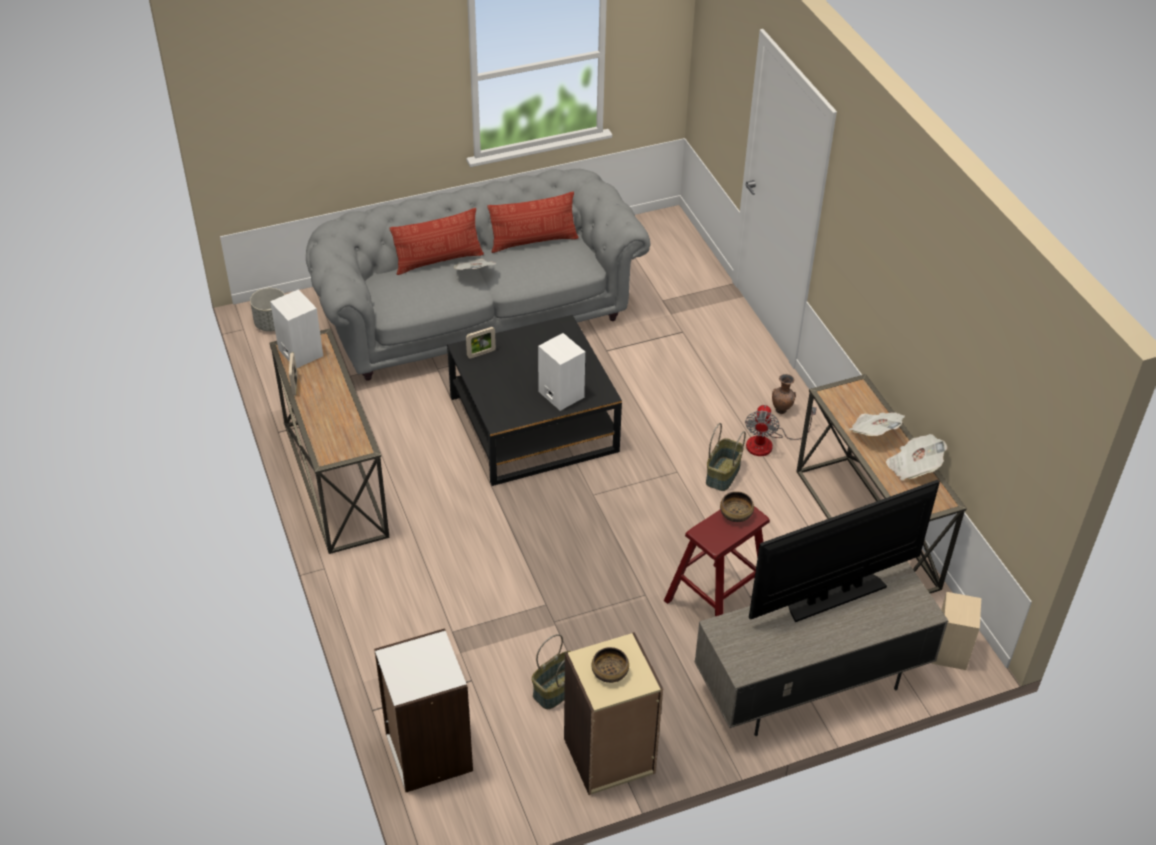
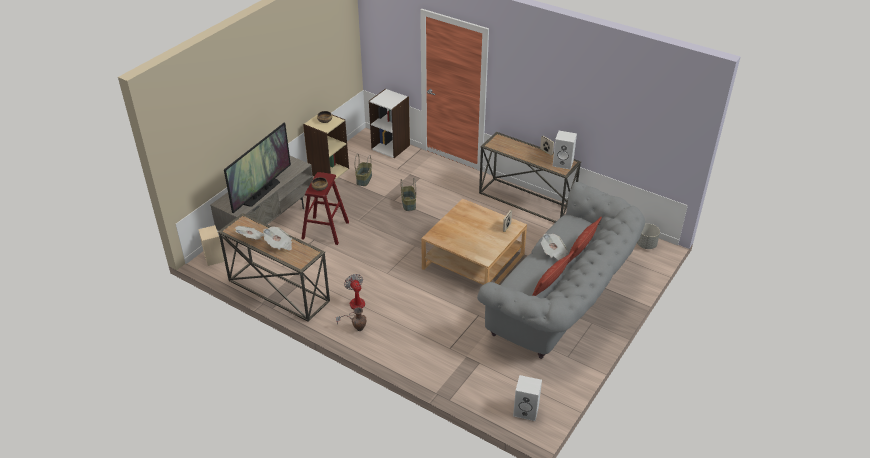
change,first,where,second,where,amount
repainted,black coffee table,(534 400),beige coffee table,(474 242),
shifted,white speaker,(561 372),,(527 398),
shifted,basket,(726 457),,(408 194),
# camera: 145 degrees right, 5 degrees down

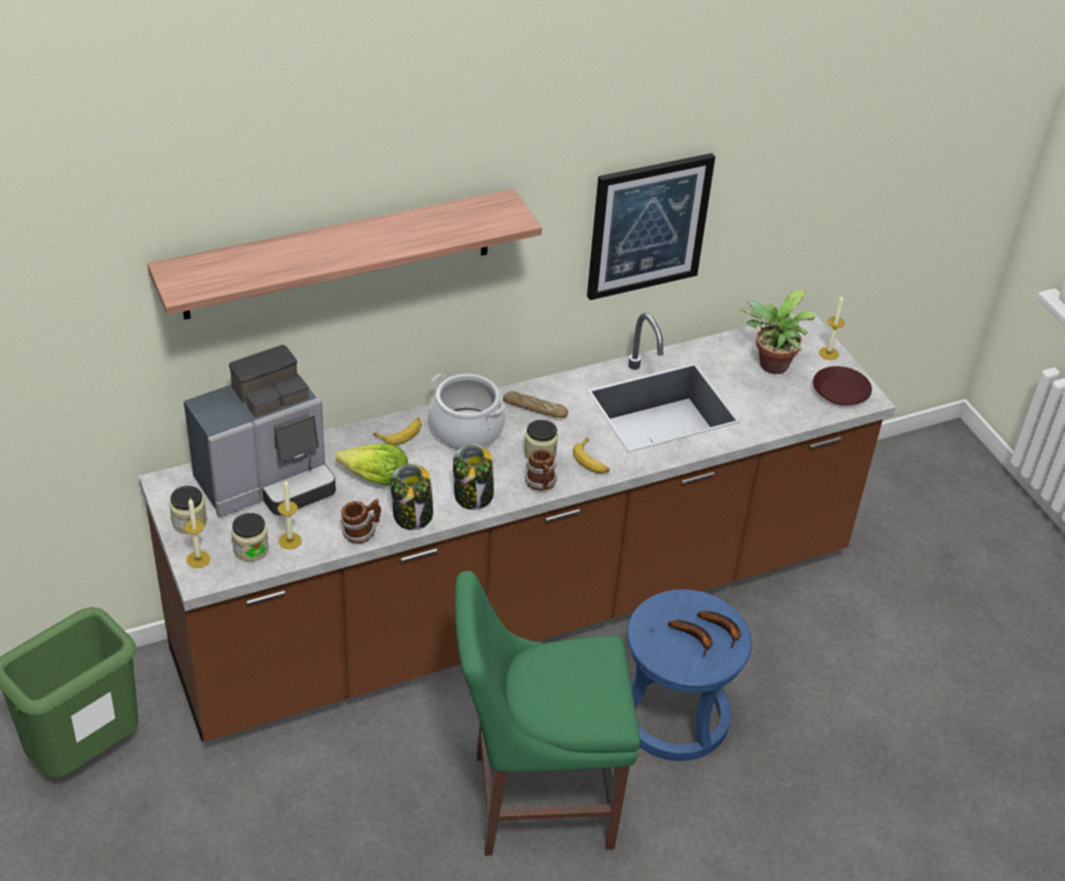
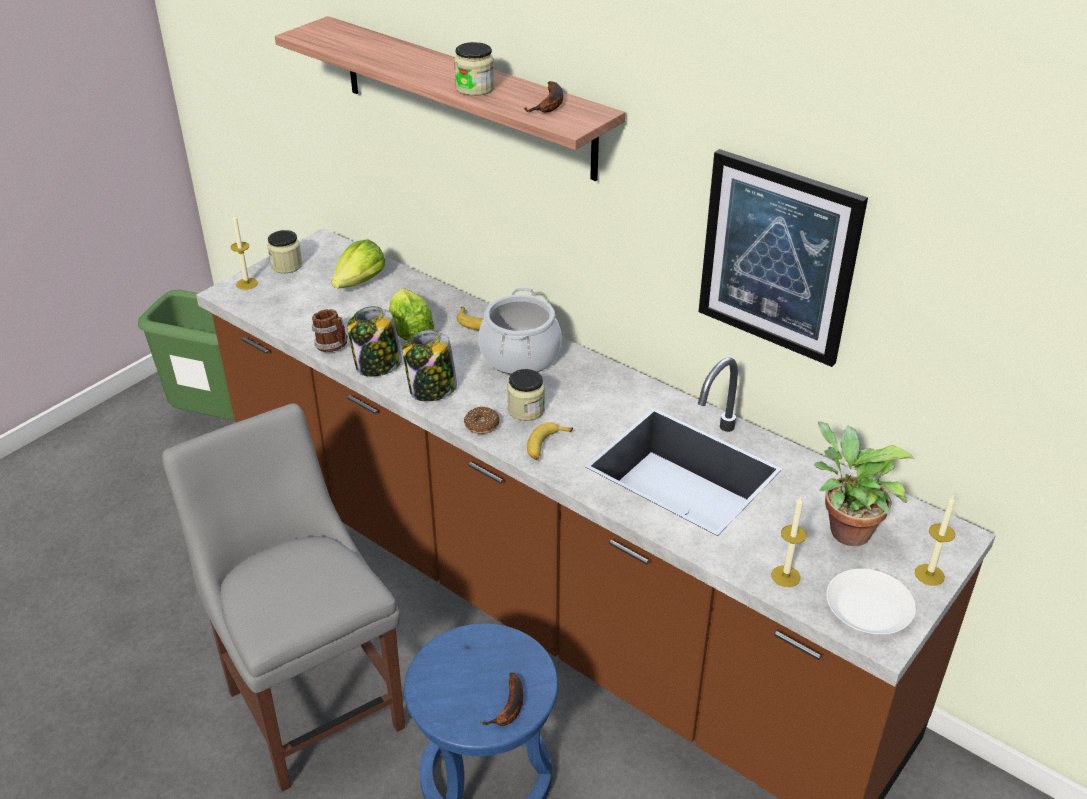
change,first,where,second,where,amount
swapped,coffee machine,(260 431),lettuce,(358 263),
shifted,jar,(250 537),,(474 69),
shifted,candle,(290 514),,(789 542),
repainted,green chair,(547 713),grey chair,(283 597),
gone,bread,(535 404),,,
swapped,mug,(540 470),donut,(481 420),
shifted,banana,(690 638),,(543 96),
repainted,brown plate,(842 386),white plate,(871 601),
# camera: 65 degrees right, 5 degrees down

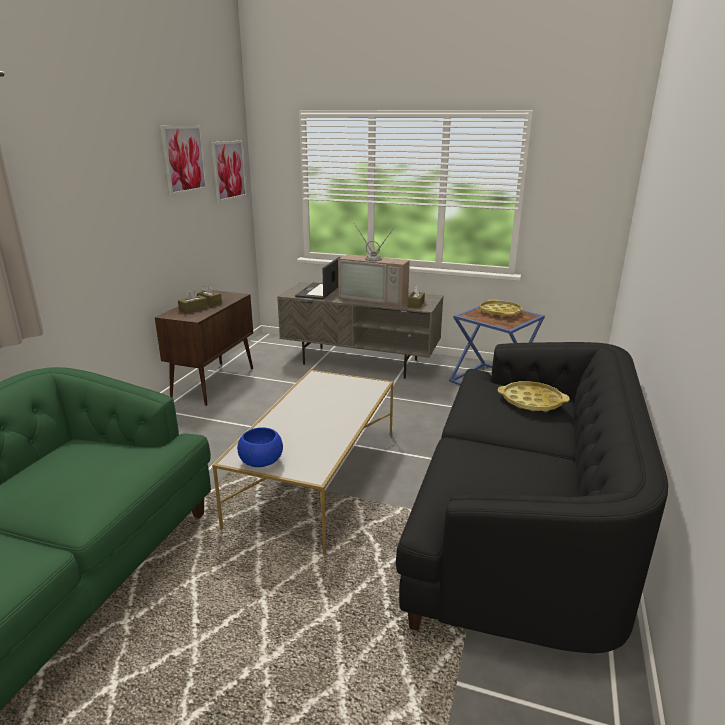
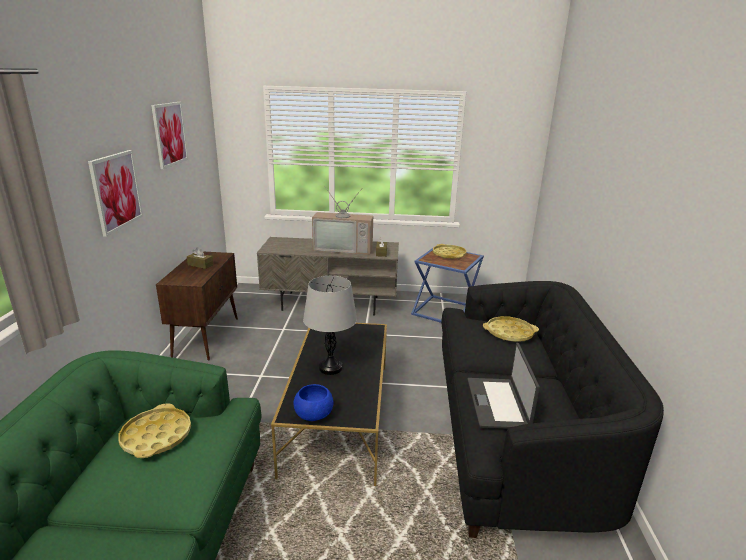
change,first,where,second,where,amount
gone,brown tissue box,(193 301),,,
shifted,picture,(229 171),,(115 193),
repainted,white coffee table,(303 462),black coffee table,(329 404),
shifted,laptop,(318 278),,(504 386),
new,,,yellow tray,(154 431),
new,,,grey table lamp,(330 325),
# camera: 15 degrees left, 0 degrees up

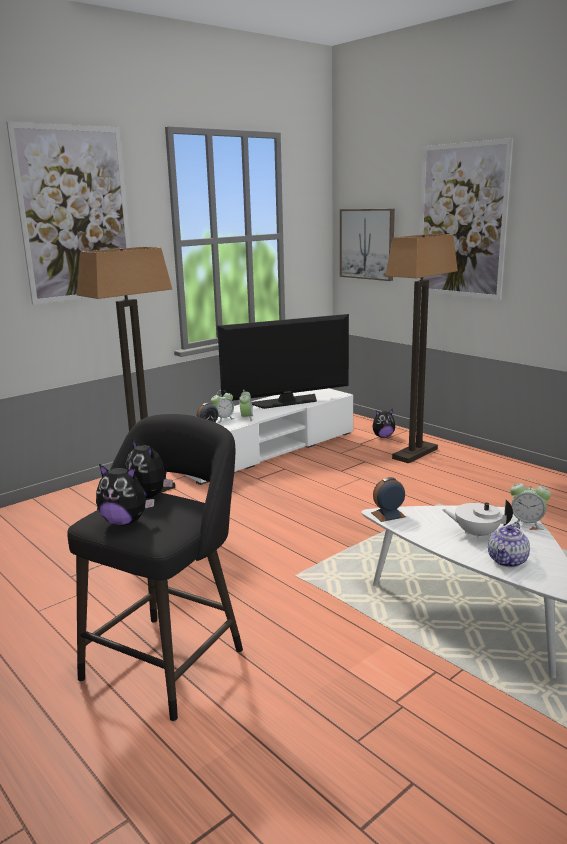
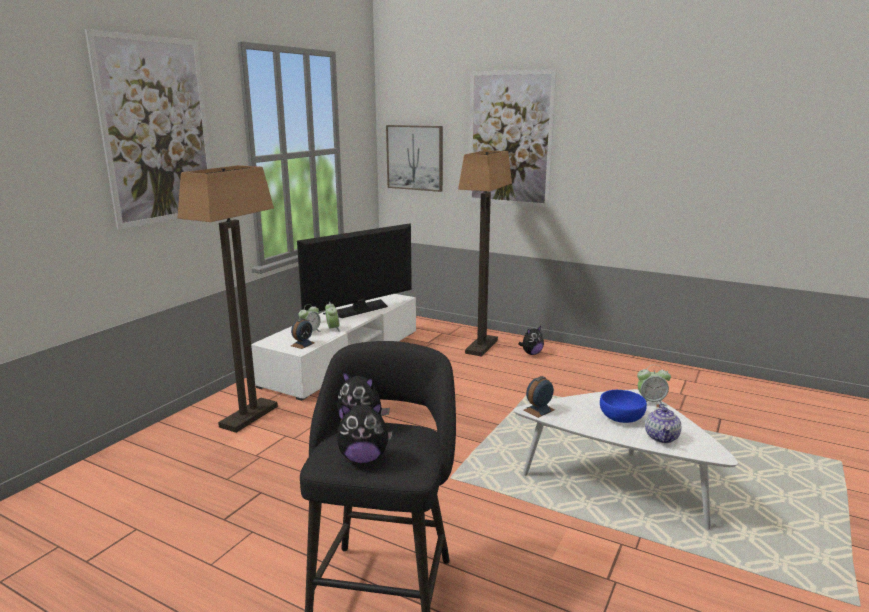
change,first,where,second,where,amount
shifted,plush toy,(383 423),,(531 340),
swapped,white teapot,(477 519),blue bowl,(623 406),
# camera: 20 degrees left, 0 degrees up

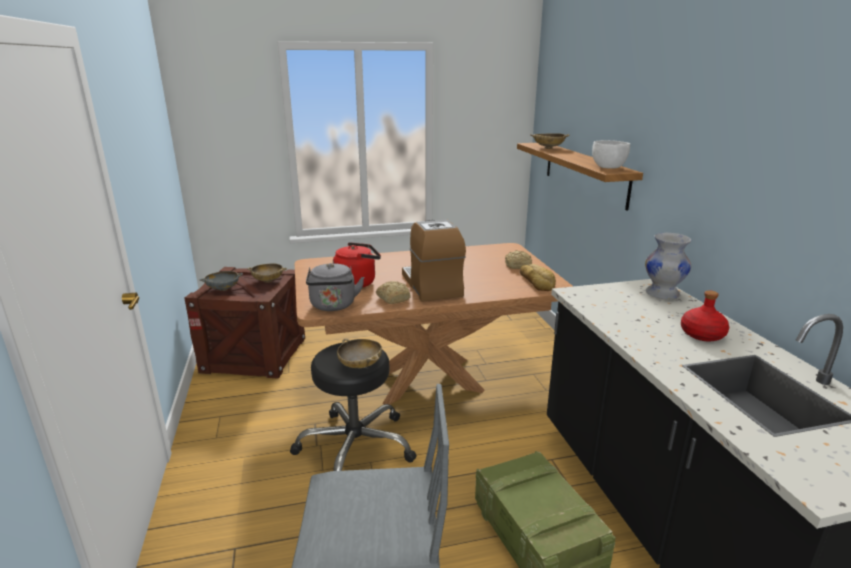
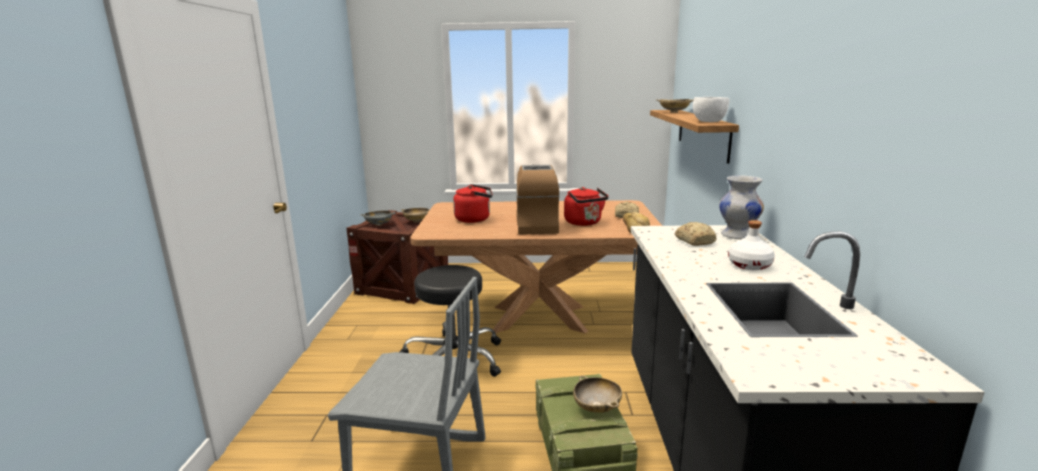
change,first,where,second,where,amount
gone,grey kettle,(335 287),,,
shifted,beige bowl,(359 353),,(597 394),
shifted,bread,(393 292),,(695 234),
repainted,red bottle,(705 316),white bottle,(751 245),
new,,,red kettle,(586 206),
# camera: 15 degrees right, 5 degrees down

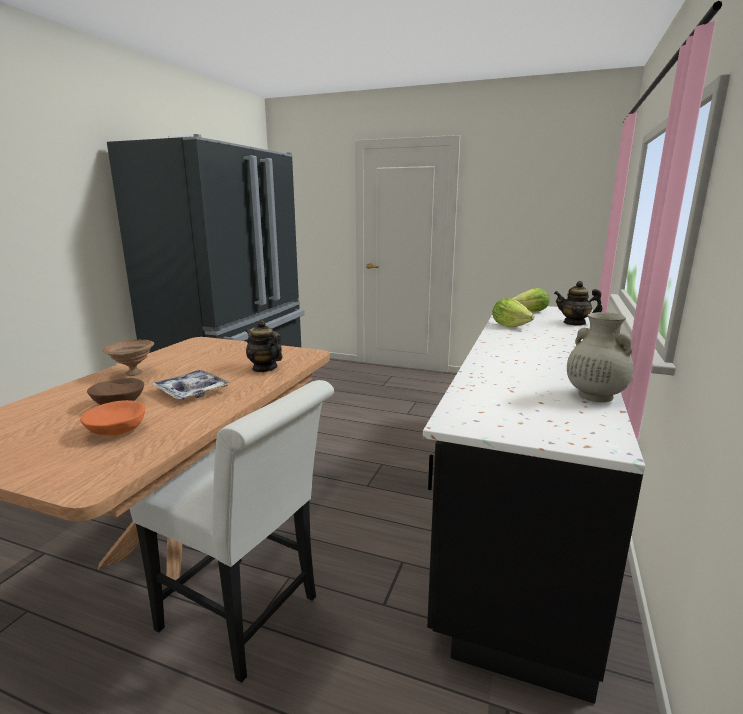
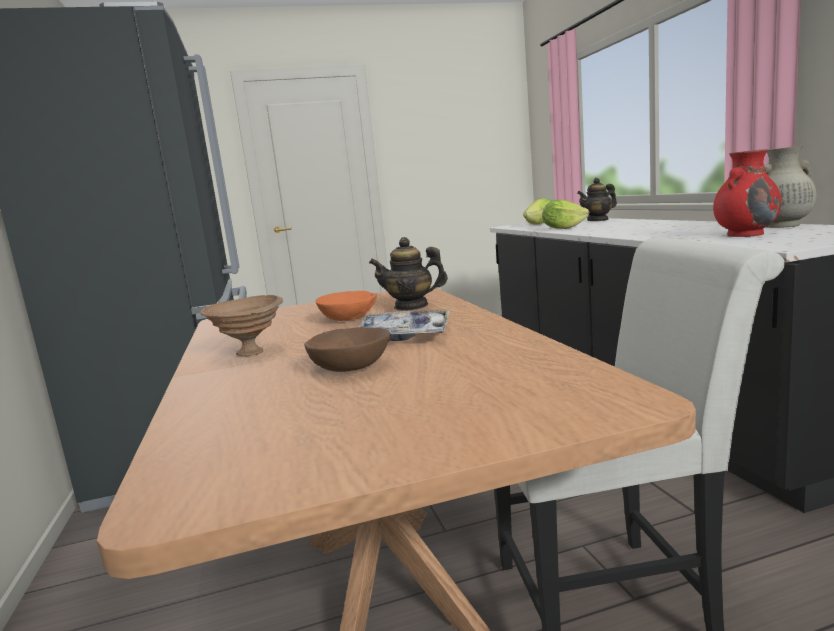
change,first,where,second,where,amount
shifted,orange bowl,(112 418),,(346 306),
new,,,red vase,(747 193),
# camera: 35 degrees left, 5 degrees down

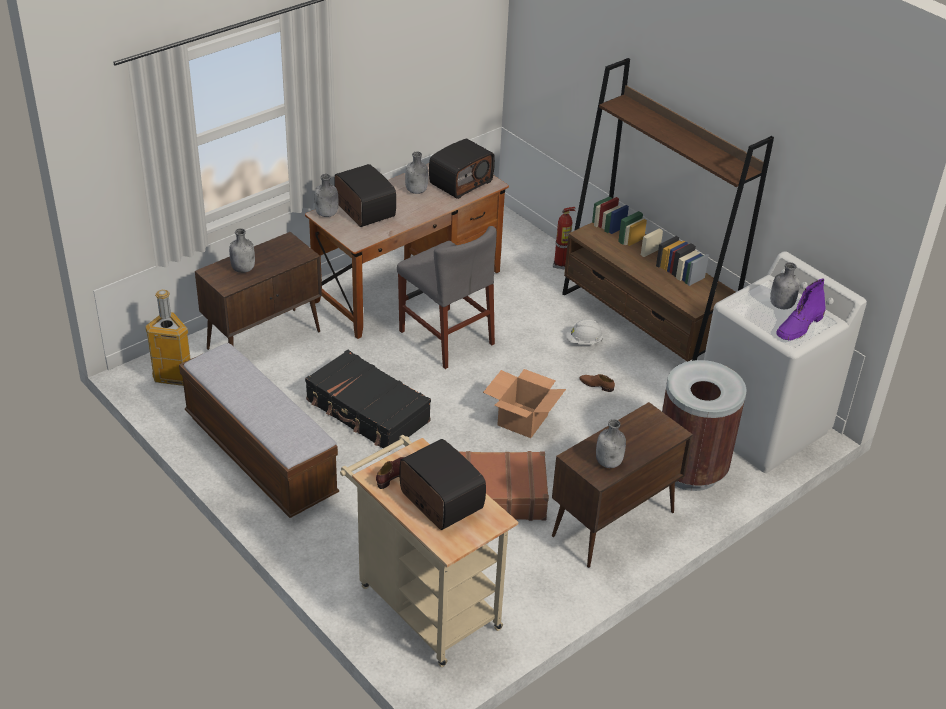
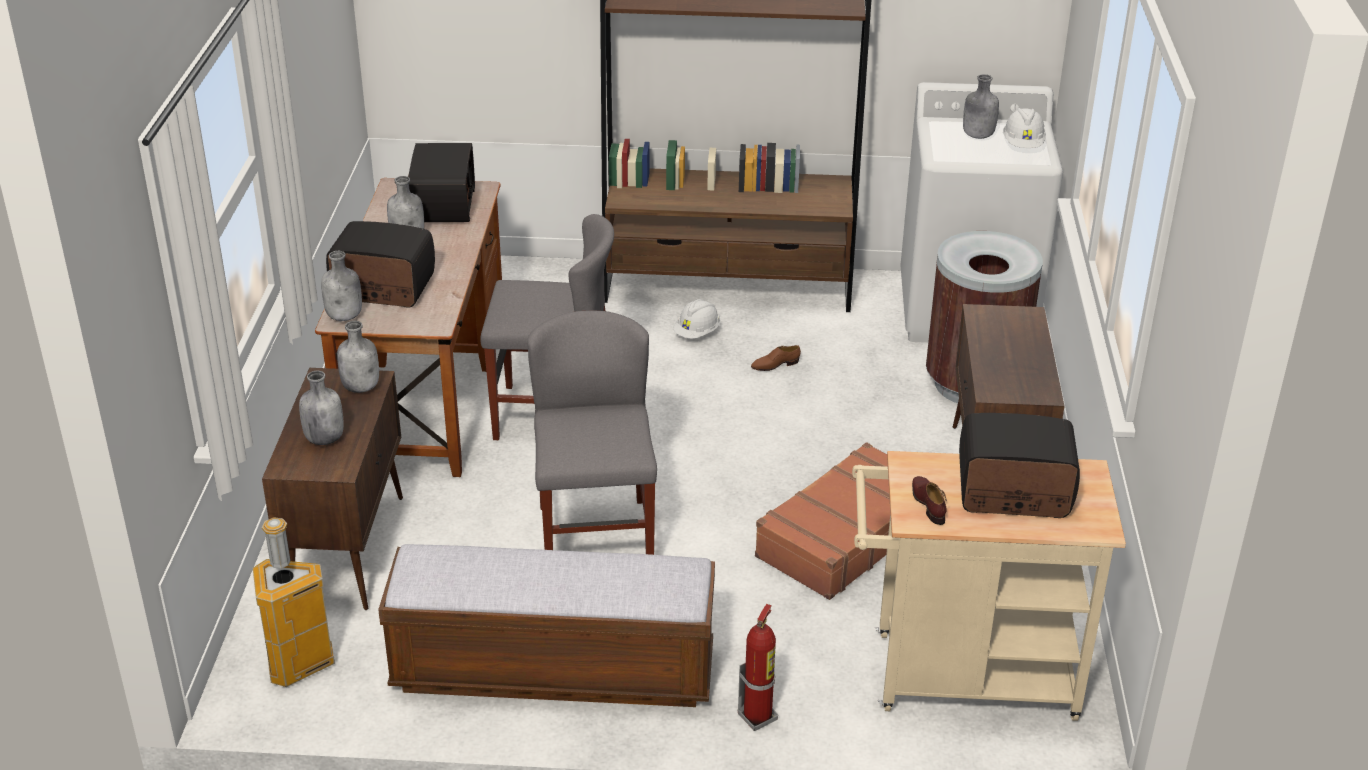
change,first,where,second,where,amount
swapped,black suitcase,(368 401),grey chair,(592 433),
gone,cardboard box,(524 403),,,
shifted,fire extinguisher,(564 238),,(758 667),
shifted,grey bottle,(611 443),,(358 357),
swapped,purple boot,(801 309),white hard hat,(1024 128),
# camera: 45 degrees left, 5 degrees down

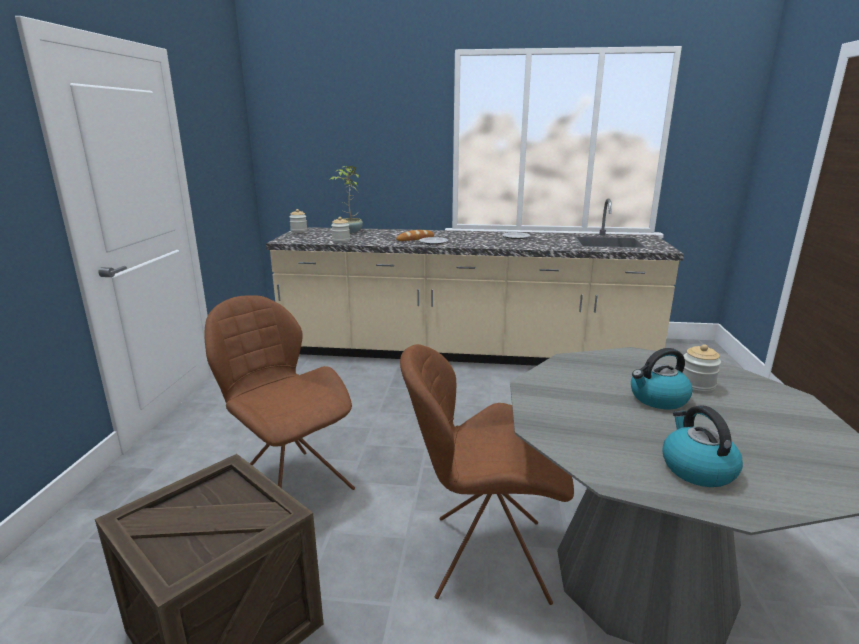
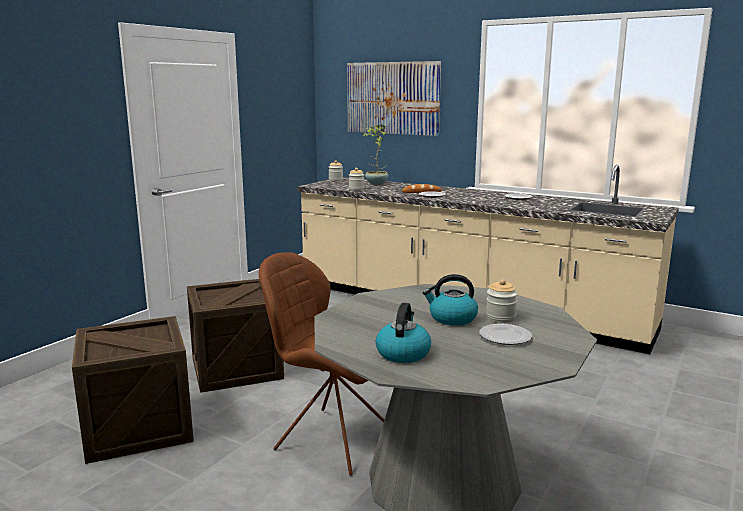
change,first,where,second,where,amount
swapped,brown chair,(280 392),crate,(235 336),
new,,,picture,(394 98),
new,,,plate,(505 334),
# camera: 25 degrees right, 5 degrees down

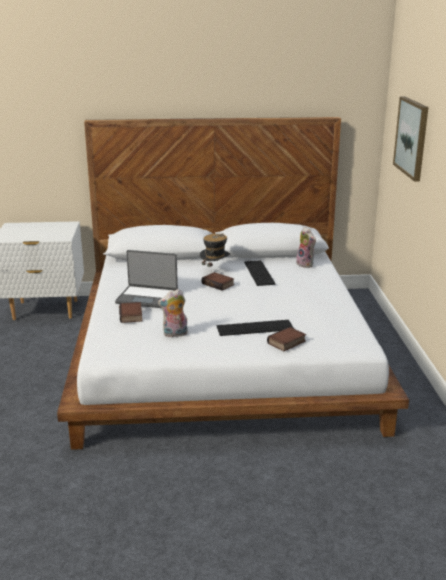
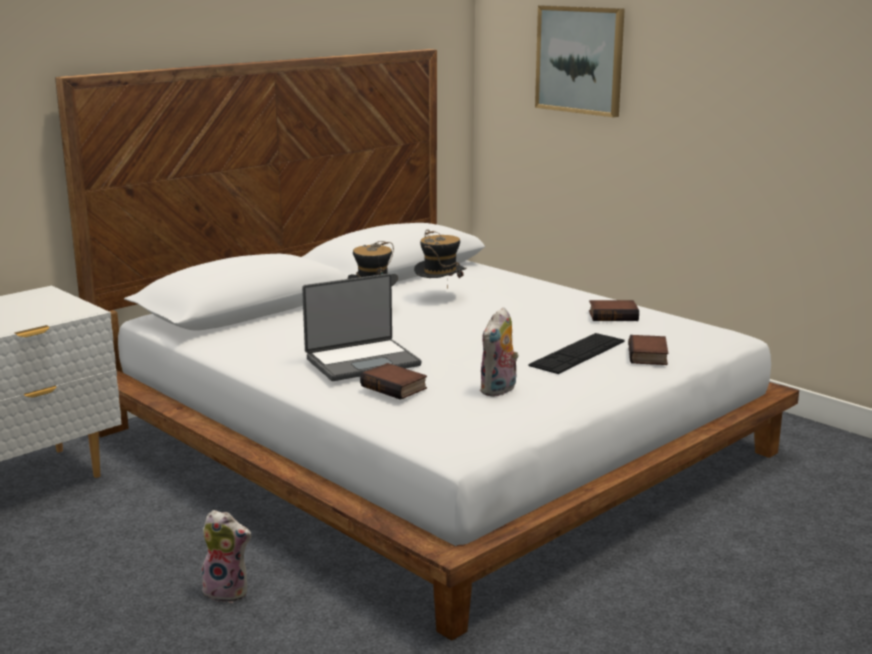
change,first,where,second,where,amount
shifted,book,(218 281),,(614 310),
swapped,keyboard,(260 273),hat,(440 259),
shifted,plush toy,(306 247),,(226 556),
# camera: 40 degrees left, 5 degrees down

